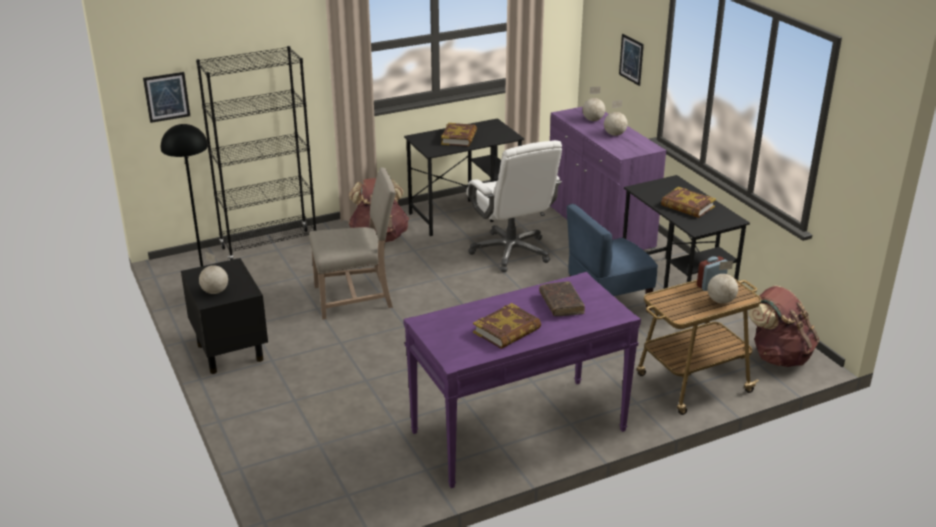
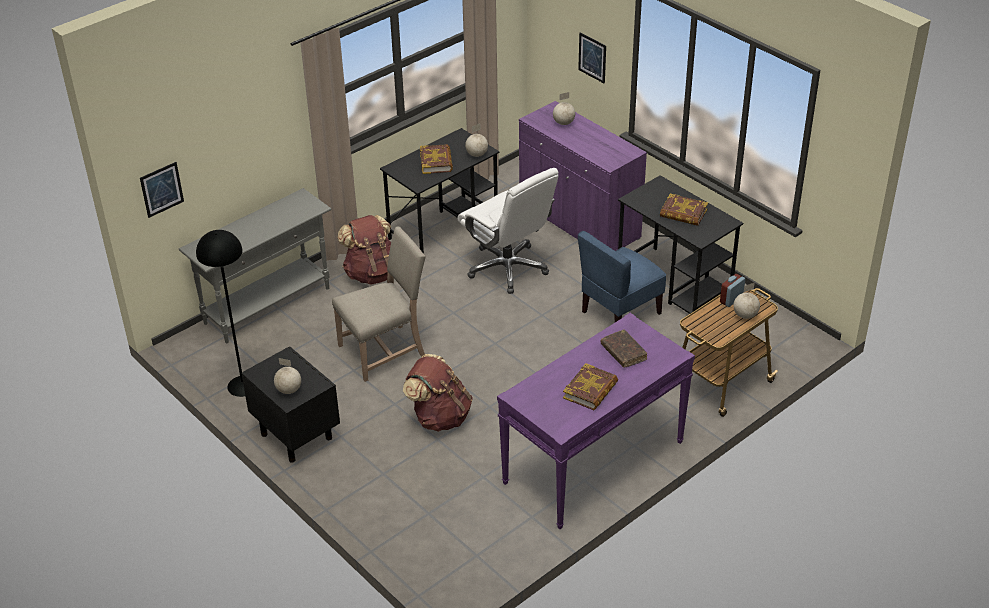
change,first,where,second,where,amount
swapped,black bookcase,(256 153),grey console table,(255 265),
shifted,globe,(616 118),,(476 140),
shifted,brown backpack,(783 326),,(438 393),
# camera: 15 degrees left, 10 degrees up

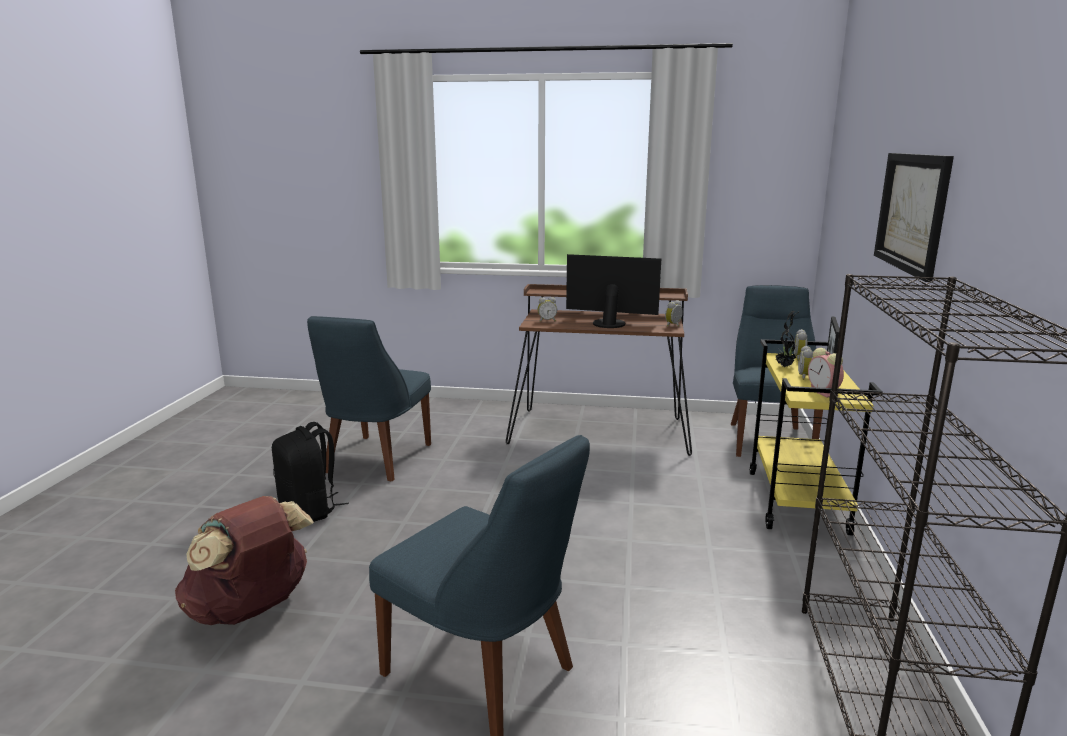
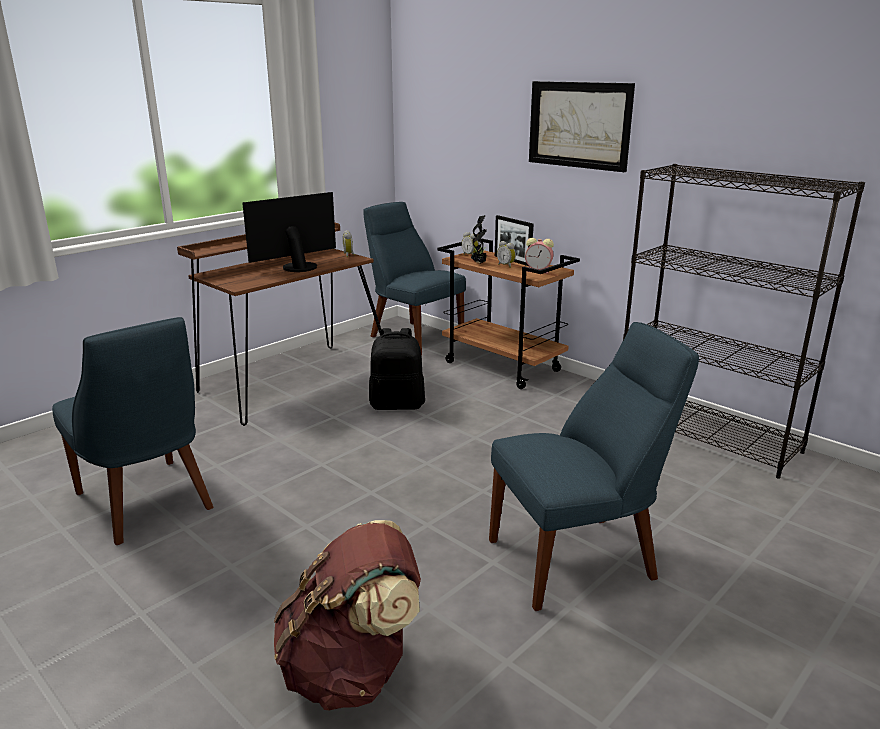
change,first,where,second,where,amount
shifted,black backpack,(310 472),,(397 369),
gone,alarm clock,(547 309),,,
repainted,yellow cart,(816 437),brown cart,(508 313),
# camera: 55 degrees left, 5 degrees up

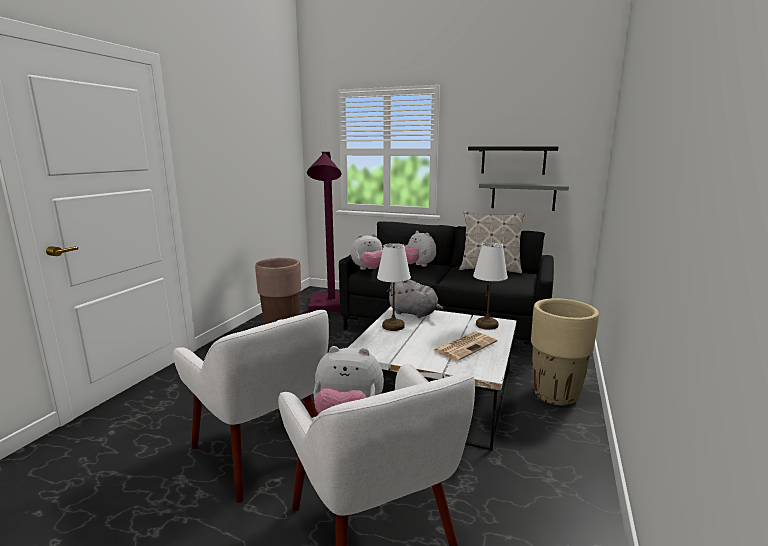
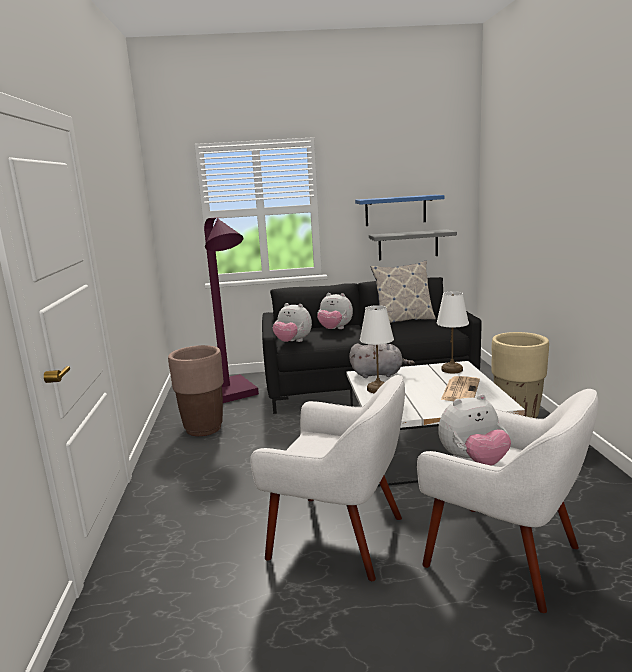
change,first,where,second,where,amount
rotated,plush toy,(367 252),,(292 322),75 degrees clockwise
repainted,black shelf,(513 160),blue shelf,(400 210),
# camera: 25 degrees left, 0 degrees up

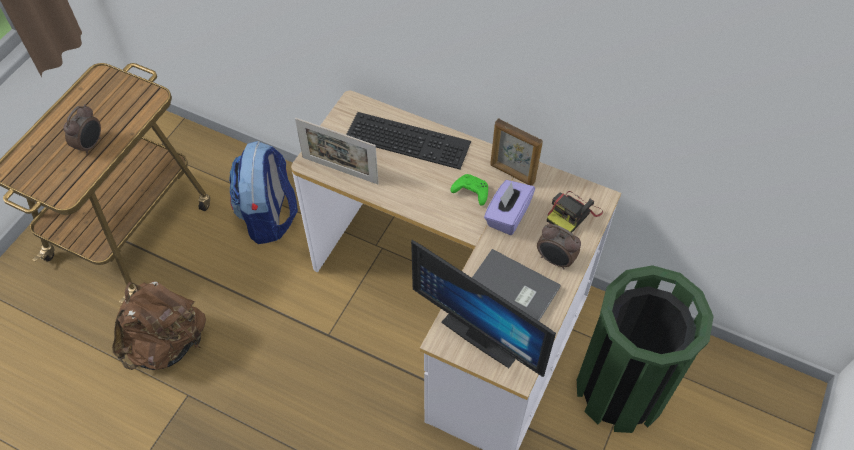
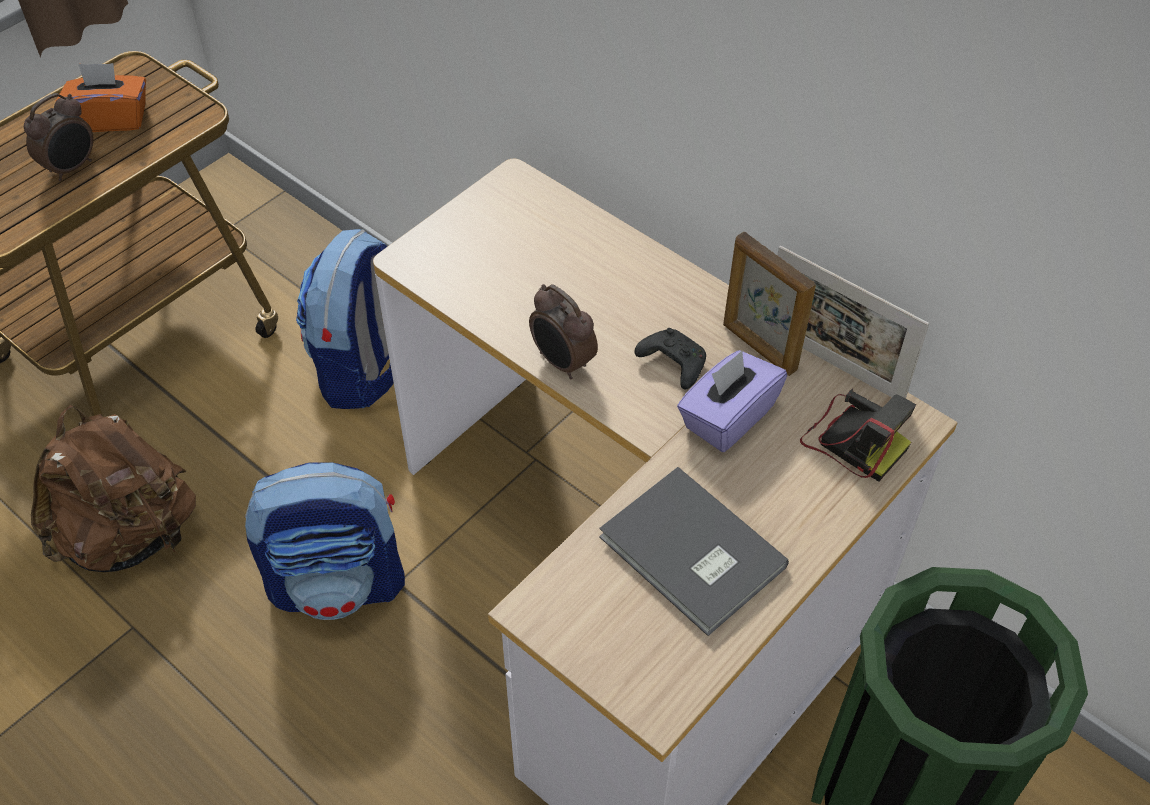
change,first,where,second,where,amount
shifted,picture frame,(337 151),,(853 322),
gone,keyboard,(408 141),,,
gone,monitor,(483 308),,,
repainted,green game controller,(469 190),black game controller,(670 358),
shifted,alarm clock,(559 247),,(563 331),
rotated,photo camera,(575 212),,(858 435),105 degrees counterclockwise
new,,,orange tissue box,(101 97),
new,,,backpack,(325 541),
# camera: 15 degrees right, 5 degrees down

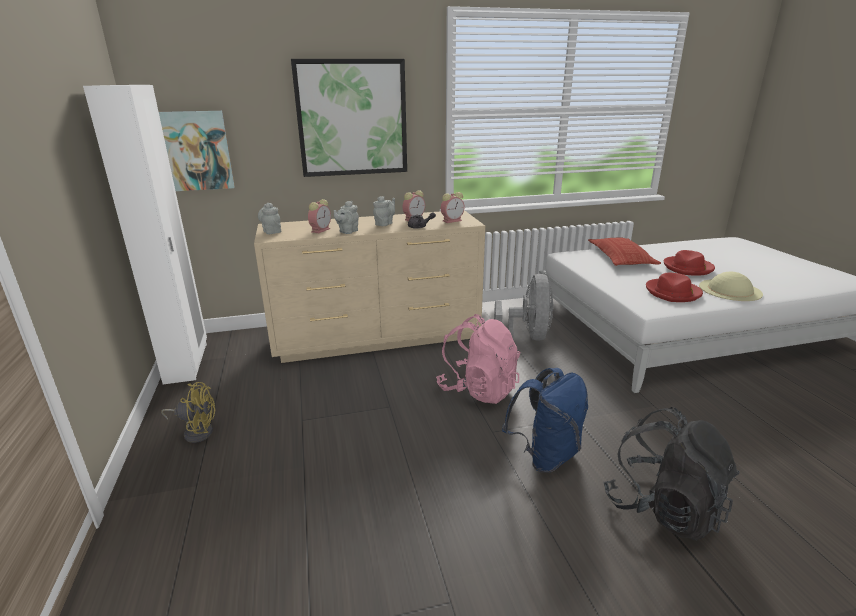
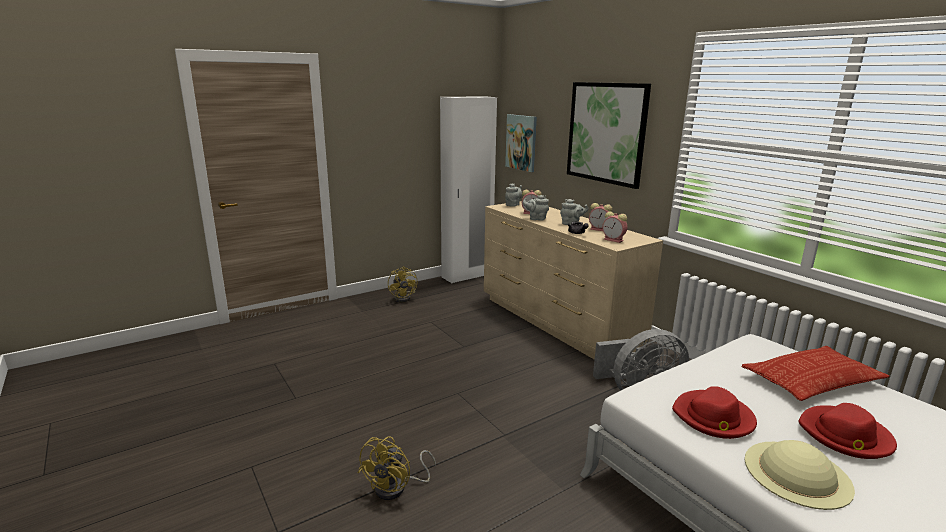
change,first,where,second,where,amount
gone,pink backpack,(478 359),,,
gone,blue backpack,(545 420),,,
swapped,black backpack,(671 474),yellow fan,(397 468),
# camera: 70 degrees right, 5 degrees down

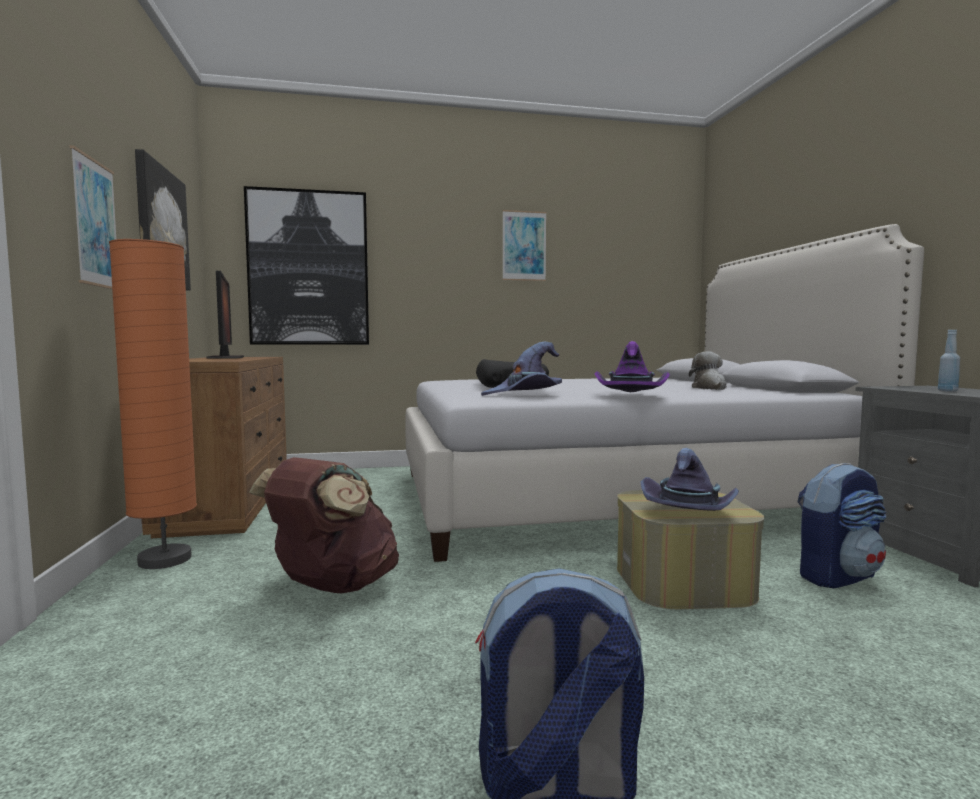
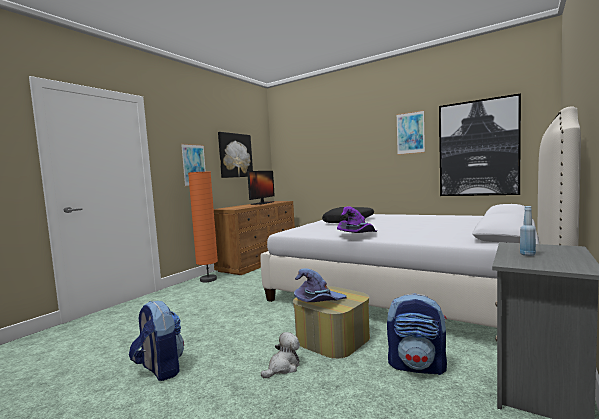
change,first,where,second,where,amount
shifted,picture,(306 265),,(480 144),
gone,brown backpack,(324 525),,,
gone,purple hat,(521 369),,,
shifted,plush toy,(708 371),,(280 355),
# camera: 45 degrees right, 0 degrees up

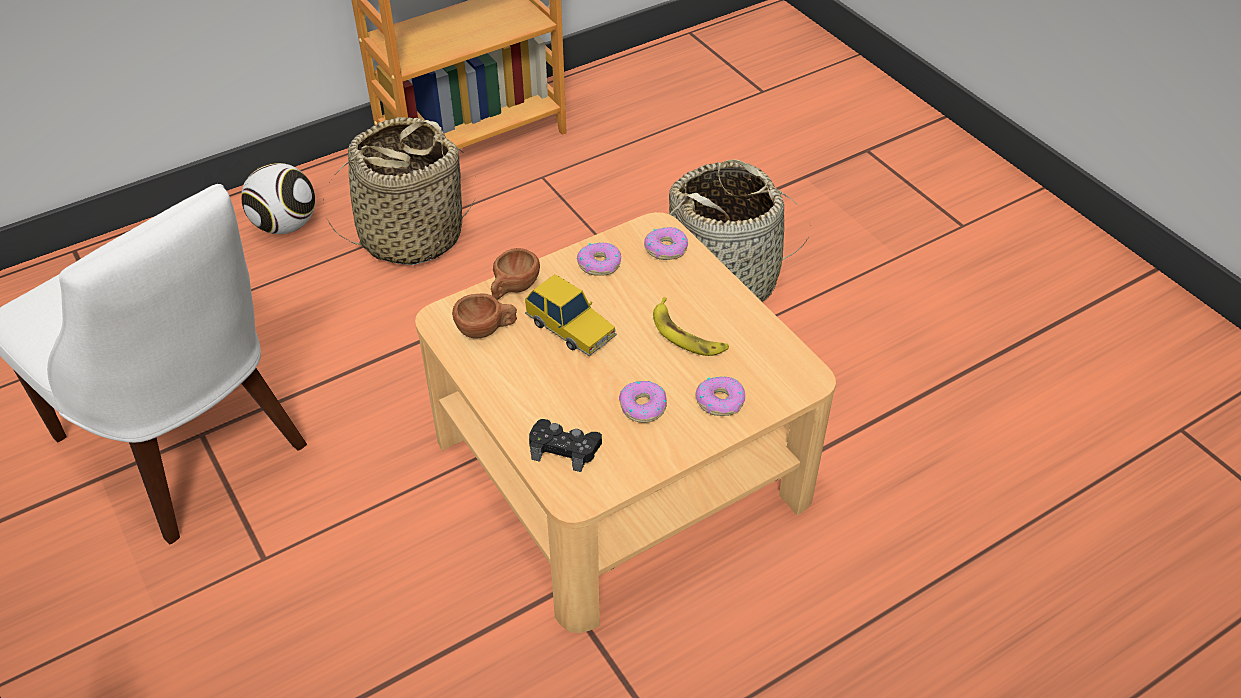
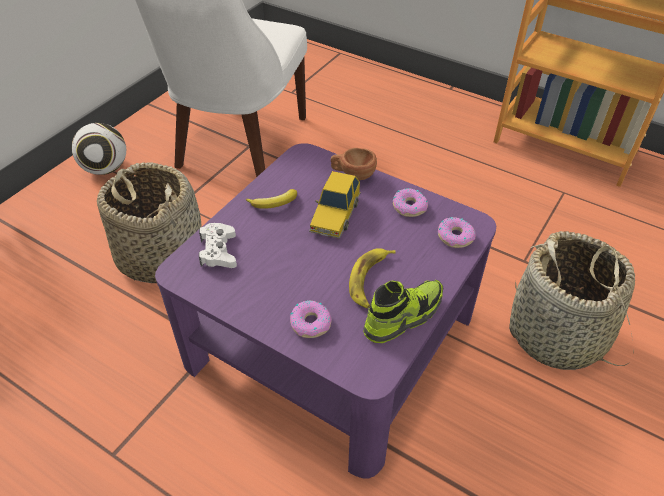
change,first,where,second,where,amount
shifted,football,(278 198),,(98 149),
shifted,basket,(398 191),,(149 222),
repainted,beige coffee table,(625 422),purple coffee table,(325 310),
gone,brown cup,(484 316),,,
repainted,black game controller,(565 445),white game controller,(218 245),
gone,donut,(643 402),,,
new,,,banana,(271 199),
new,,,shoe,(403 311),
# camera: 65 degrees right, 0 degrees up

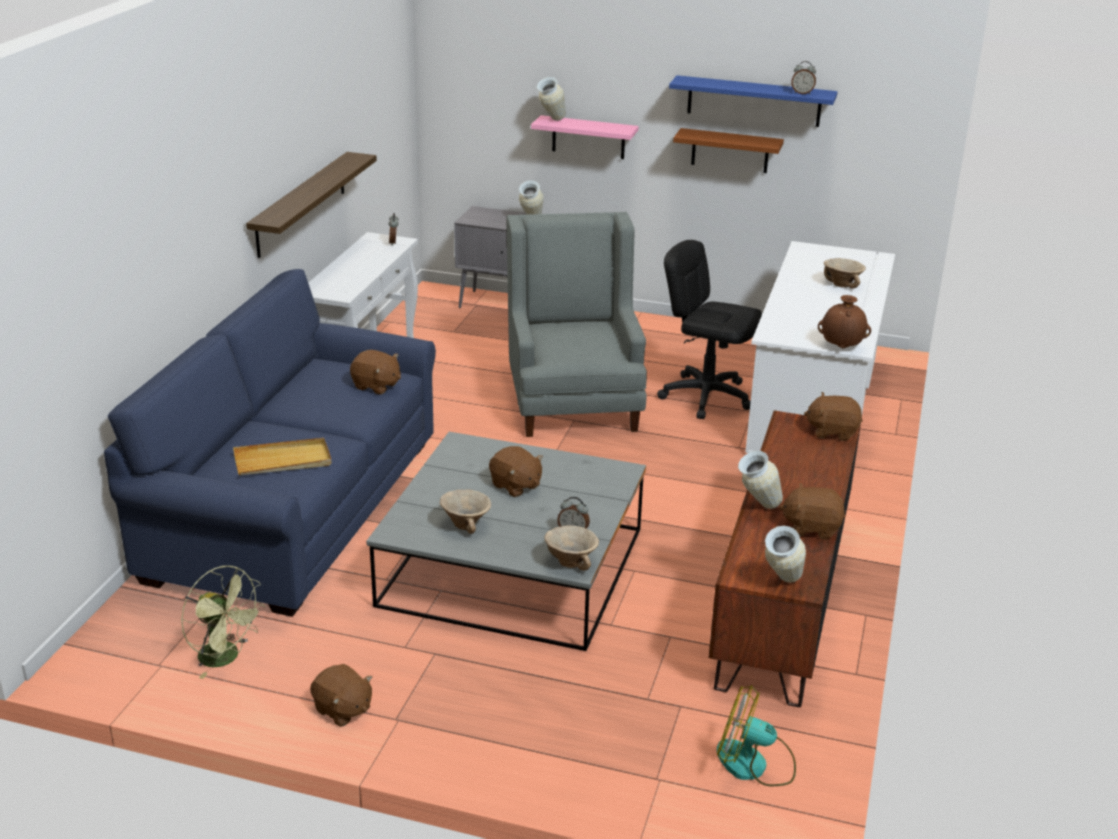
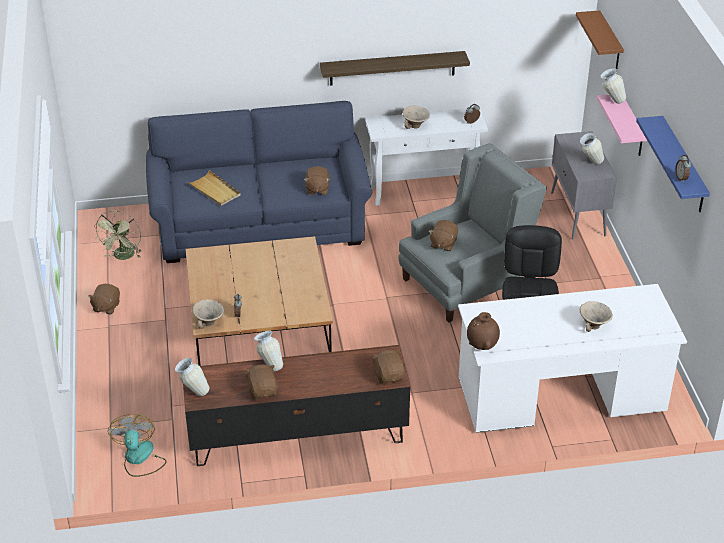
change,first,where,second,where,amount
repainted,grey coffee table,(506 541),brown coffee table,(259 301),
shifted,beige bowl,(465 512),,(416 117),
shifted,brown plush toy,(516 471),,(443 235),
shifted,brown shelf,(728 150),,(600 39),
# camera: 65 degrees right, 10 degrees up

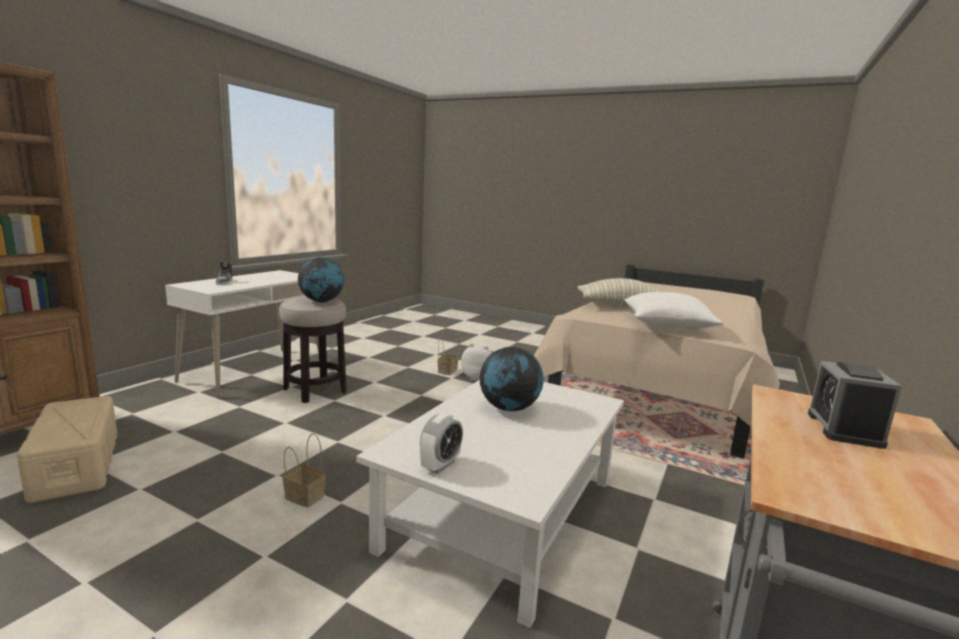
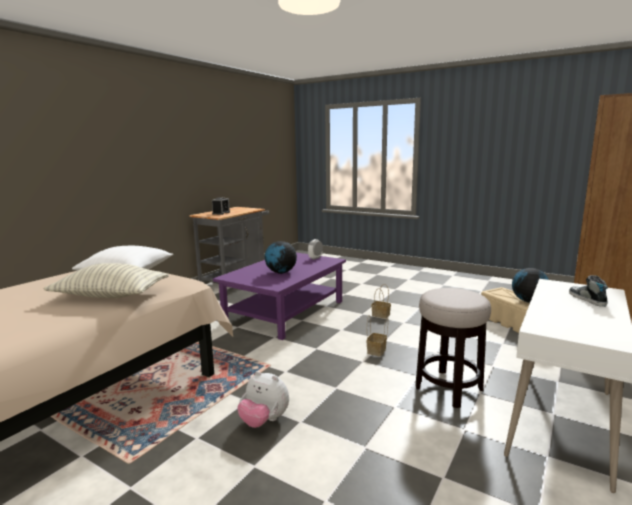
change,first,where,second,where,amount
shifted,globe,(321 279),,(530 285),
repainted,white coffee table,(490 504),purple coffee table,(279 296),
shifted,basket,(448 355),,(377 336),
# camera: 175 degrees left, 0 degrees up

